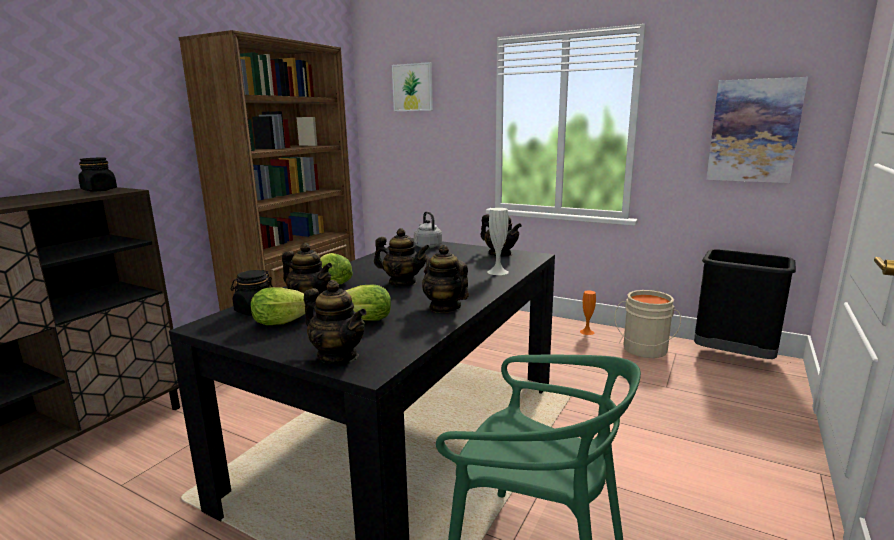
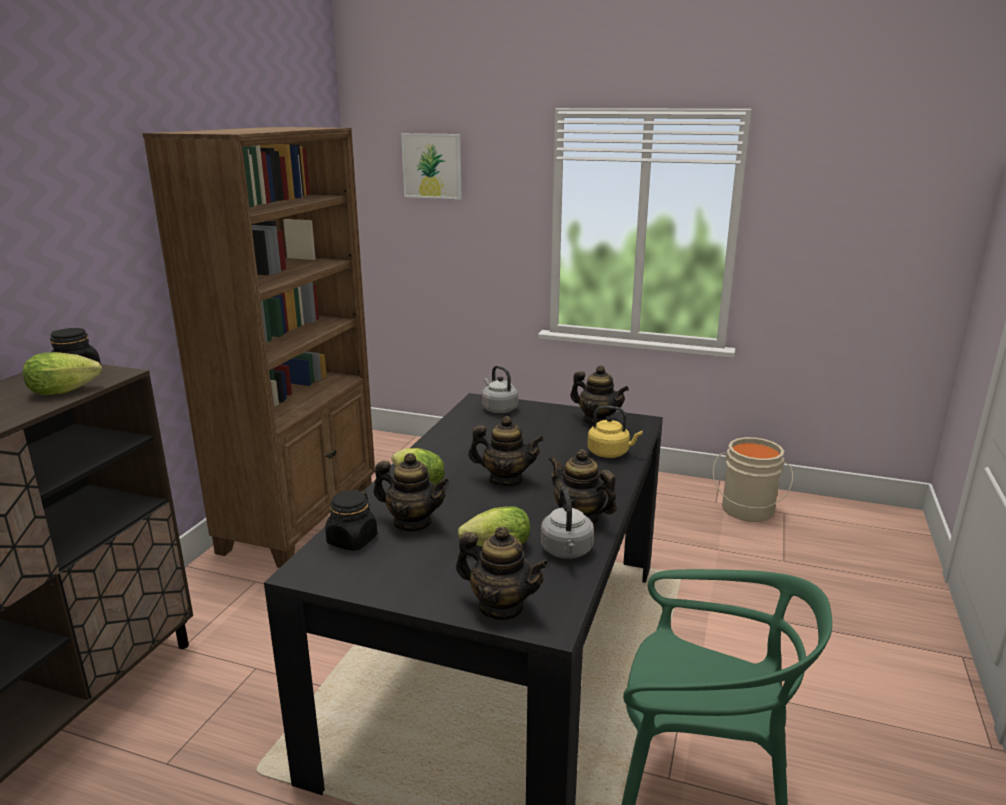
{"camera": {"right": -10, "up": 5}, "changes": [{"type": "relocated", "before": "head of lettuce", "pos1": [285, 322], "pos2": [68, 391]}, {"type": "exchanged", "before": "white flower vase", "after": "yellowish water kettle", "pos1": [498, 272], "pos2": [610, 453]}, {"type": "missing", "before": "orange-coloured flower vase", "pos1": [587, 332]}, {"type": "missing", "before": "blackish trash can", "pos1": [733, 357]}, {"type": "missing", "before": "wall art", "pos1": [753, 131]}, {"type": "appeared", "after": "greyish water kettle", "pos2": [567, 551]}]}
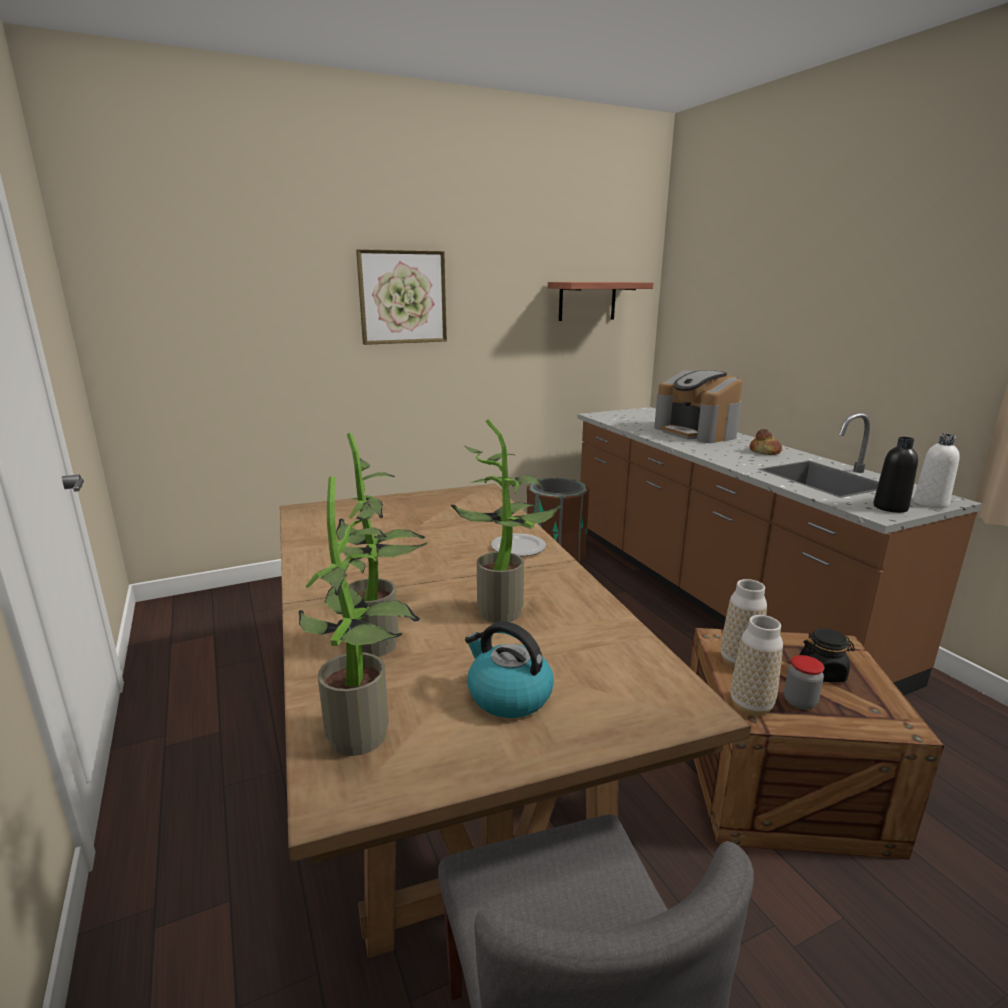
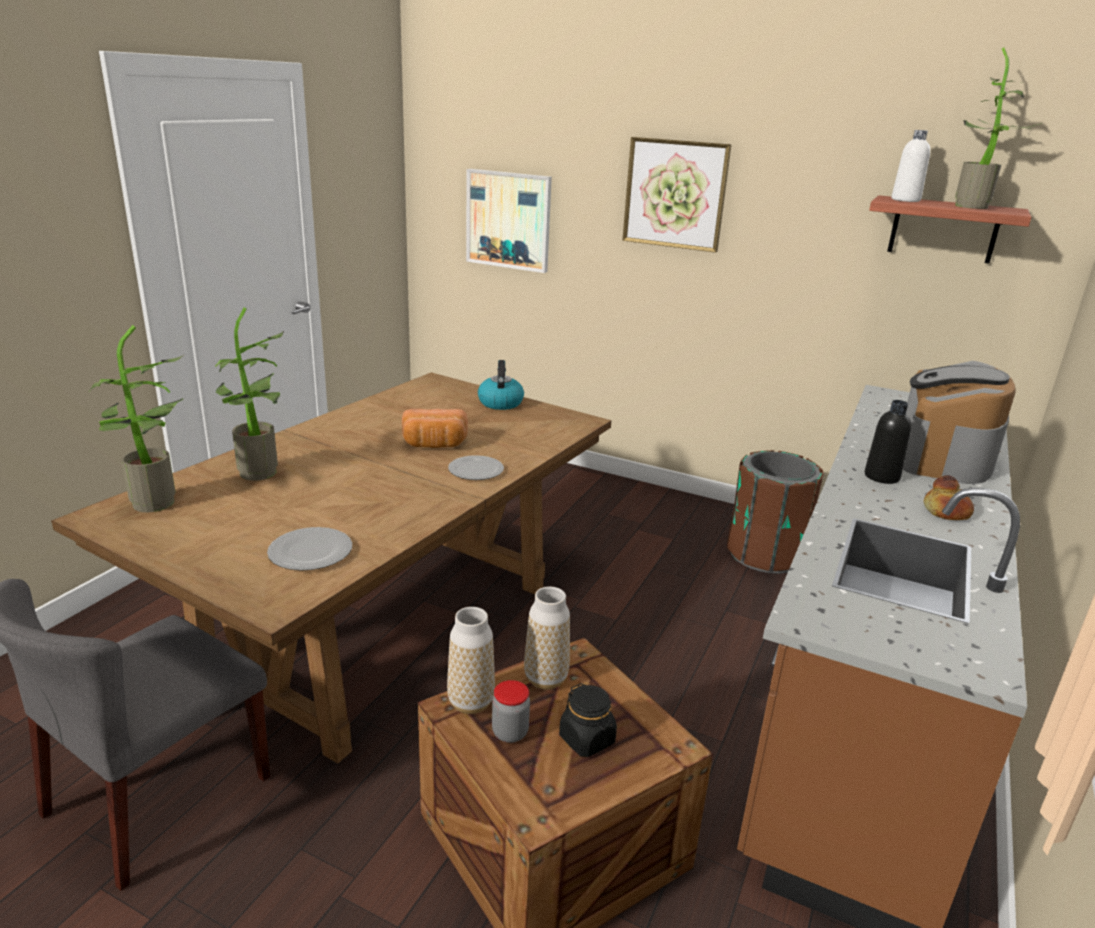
{"camera": {"right": 50, "up": 5}, "changes": [{"type": "relocated", "before": "houseplant", "pos1": [505, 609], "pos2": [976, 207]}, {"type": "relocated", "before": "water kettle", "pos1": [508, 695], "pos2": [500, 402]}, {"type": "relocated", "before": "blackish bottle", "pos1": [890, 507], "pos2": [881, 477]}, {"type": "relocated", "before": "white bottle", "pos1": [930, 503], "pos2": [905, 200]}, {"type": "appeared", "after": "dinner plate", "pos2": [312, 552]}, {"type": "appeared", "after": "bakery bread", "pos2": [434, 445]}, {"type": "appeared", "after": "wall art", "pos2": [508, 220]}]}
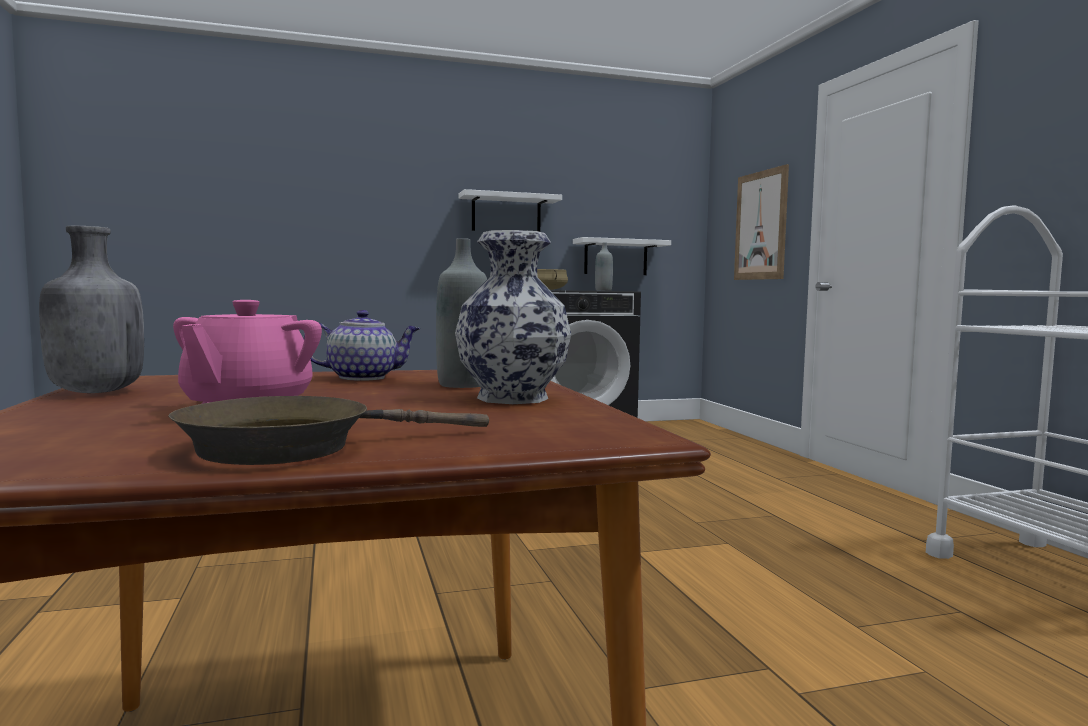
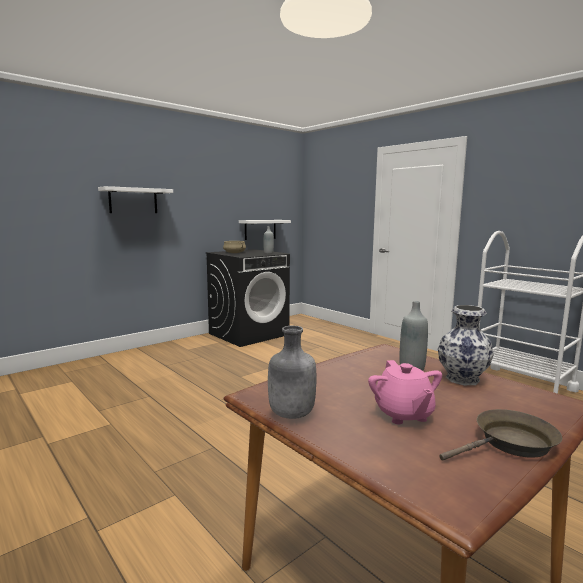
{"camera": {"right": -25, "up": 5}, "changes": [{"type": "spun", "before": "brown pan", "pos1": [293, 447], "pos2": [510, 443], "turn": -150}, {"type": "missing", "before": "tea pot", "pos1": [363, 377]}, {"type": "relocated", "before": "white bracket shelf", "pos1": [506, 213], "pos2": [133, 200]}, {"type": "missing", "before": "wall art", "pos1": [760, 225]}]}
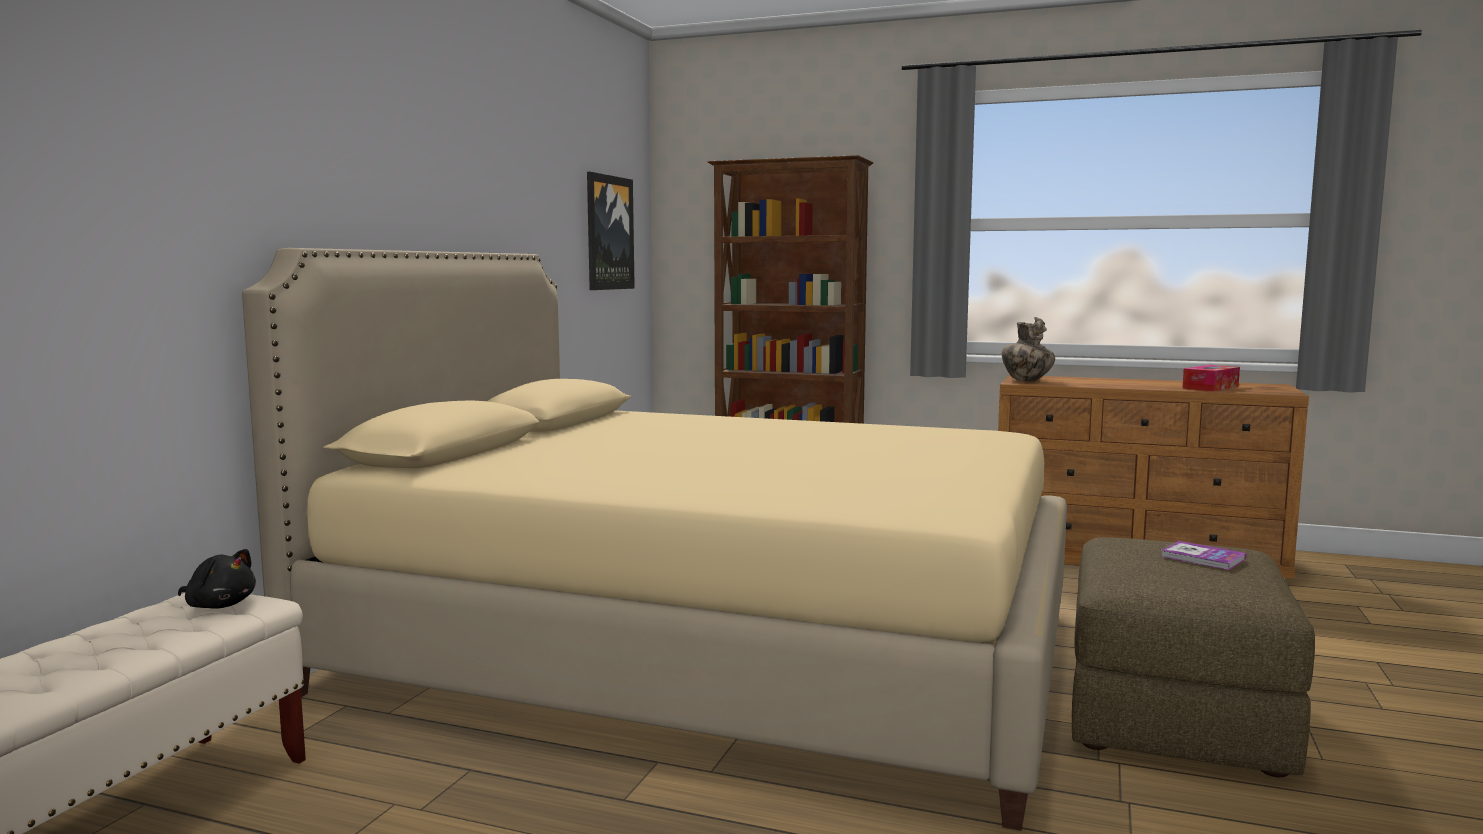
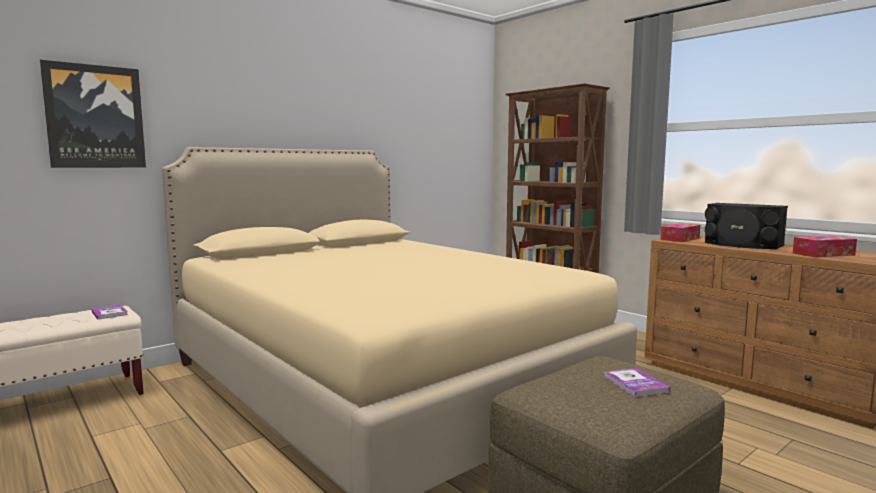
{"camera": {"right": 30, "up": 0}, "changes": [{"type": "exchanged", "before": "blackish soft toy", "after": "book", "pos1": [219, 605], "pos2": [109, 313]}, {"type": "relocated", "before": "wall art", "pos1": [608, 233], "pos2": [95, 117]}, {"type": "exchanged", "before": "flower vase", "after": "box of tissues", "pos1": [1026, 380], "pos2": [680, 239]}, {"type": "appeared", "after": "blackish audio speaker", "pos2": [742, 244]}]}
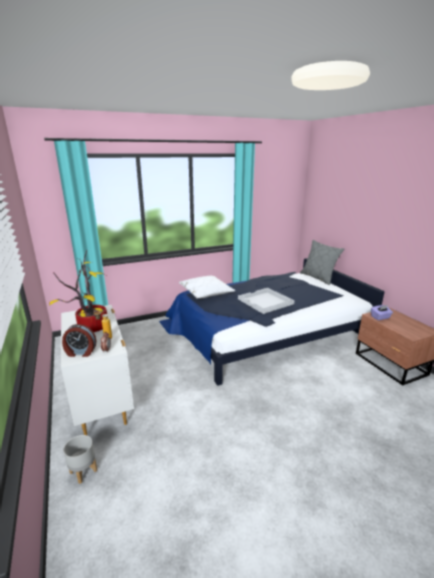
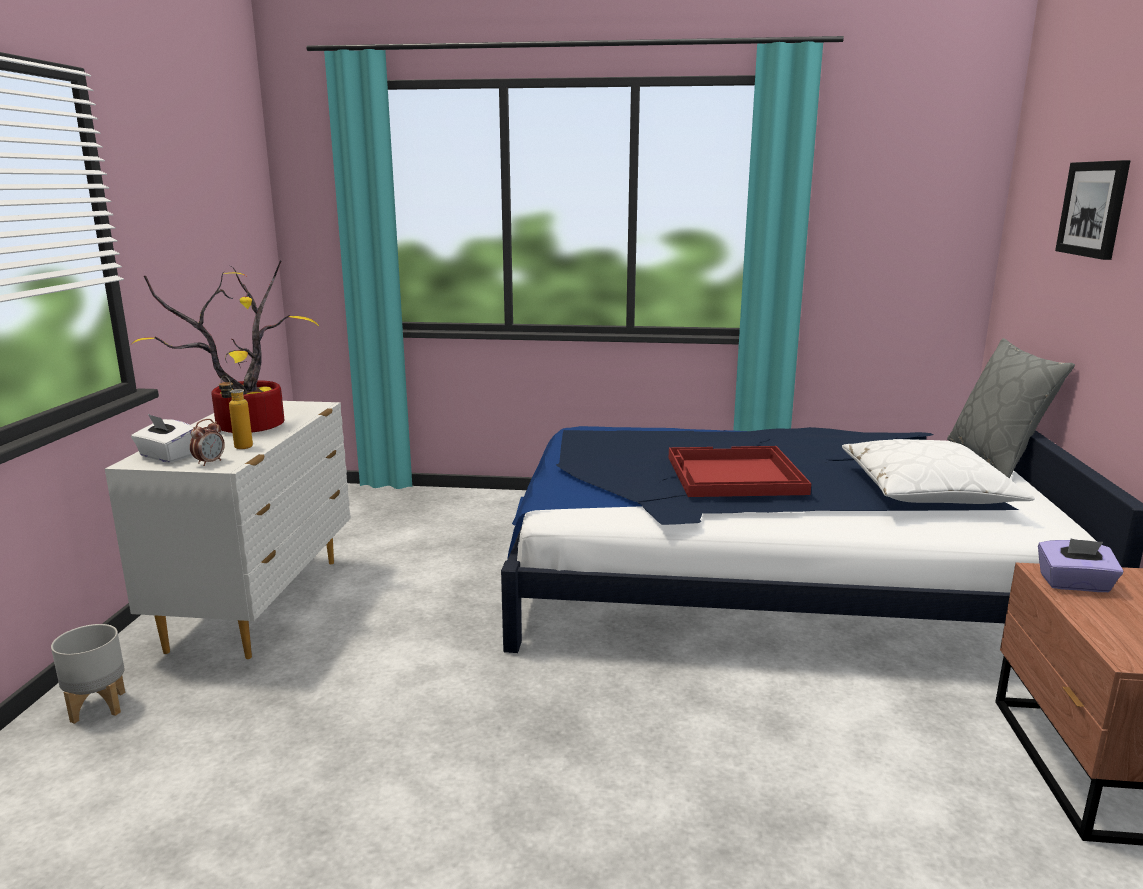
{"camera": {"right": 30, "up": -5}, "changes": [{"type": "exchanged", "before": "table clock", "after": "white box of tissues", "pos1": [80, 352], "pos2": [166, 456]}, {"type": "relocated", "before": "white cushion", "pos1": [206, 292], "pos2": [927, 491]}, {"type": "colour", "before": "white tray", "after": "reddish tray", "pos1": [265, 301], "pos2": [734, 475]}, {"type": "appeared", "after": "wall art", "pos2": [1094, 209]}]}
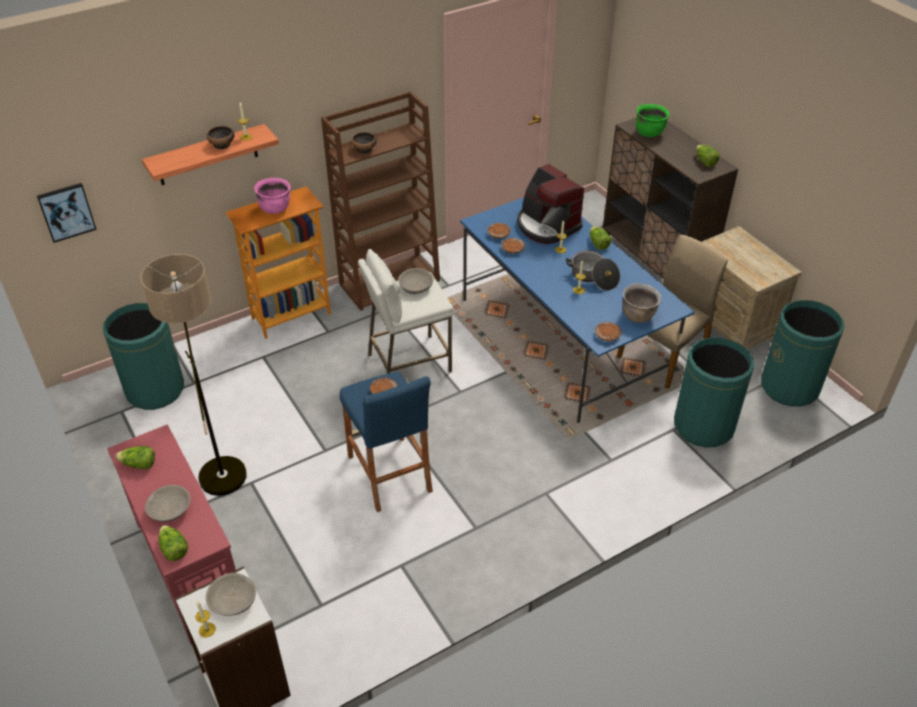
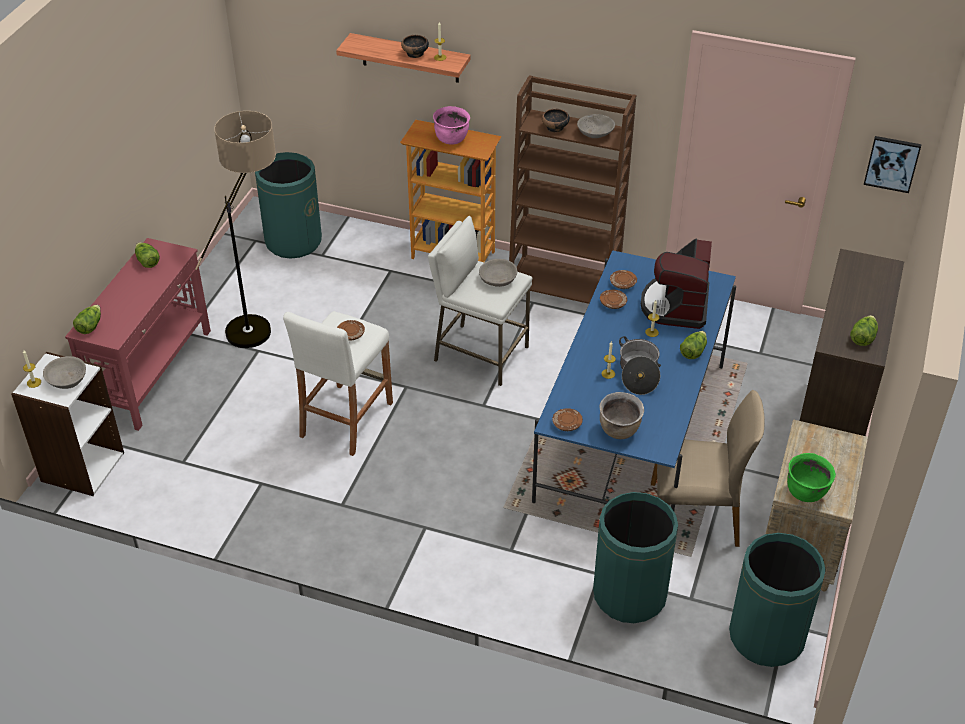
{"camera": {"right": 50, "up": 0}, "changes": [{"type": "relocated", "before": "wall art", "pos1": [66, 212], "pos2": [892, 163]}, {"type": "relocated", "before": "greyish bowl", "pos1": [170, 510], "pos2": [595, 133]}, {"type": "colour", "before": "blue-coloured stool seat", "after": "white stool seat", "pos1": [389, 473], "pos2": [346, 419]}, {"type": "relocated", "before": "greenish cooking pot", "pos1": [649, 133], "pos2": [806, 492]}]}
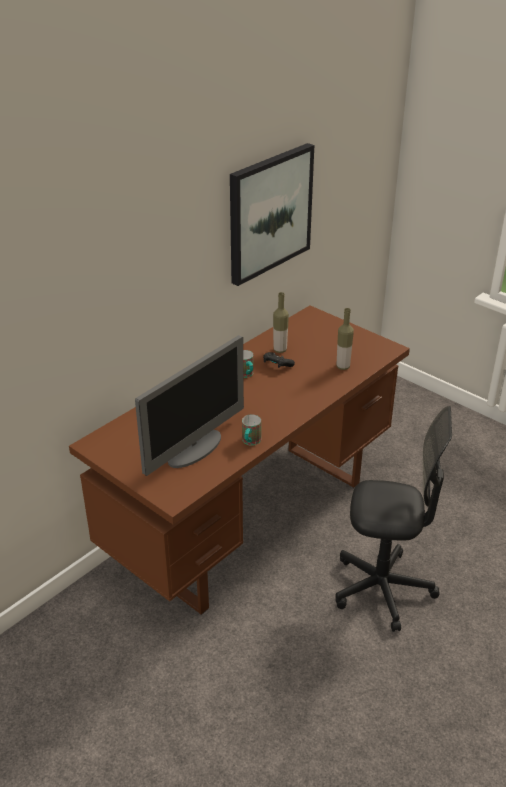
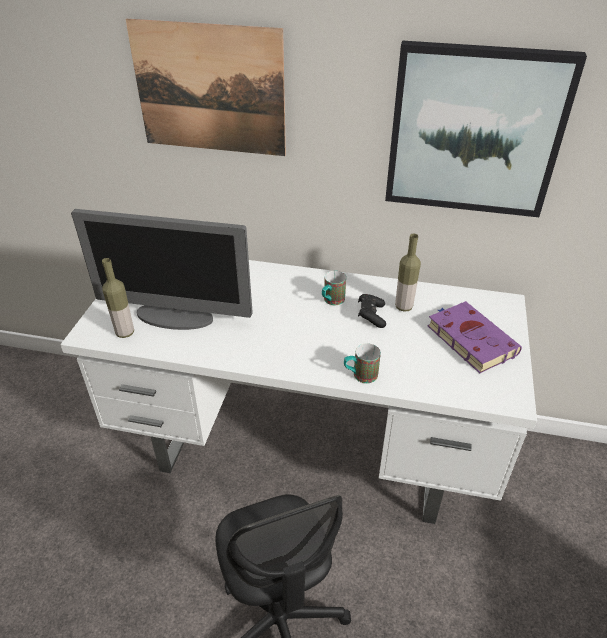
{"camera": {"right": 60, "up": 5}, "changes": [{"type": "colour", "before": "brown desk", "after": "white desk", "pos1": [252, 520], "pos2": [304, 452]}, {"type": "relocated", "before": "mug", "pos1": [250, 442], "pos2": [360, 375]}, {"type": "relocated", "before": "bottle", "pos1": [343, 367], "pos2": [125, 333]}, {"type": "appeared", "after": "wall art", "pos2": [209, 89]}, {"type": "appeared", "after": "purple-coloured book", "pos2": [469, 339]}]}
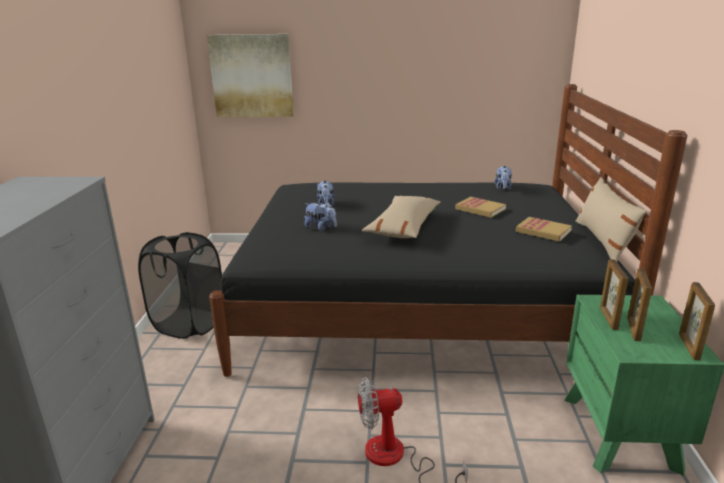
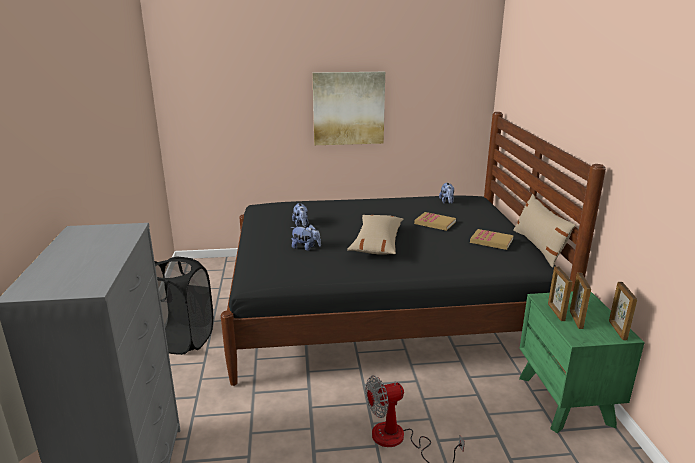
{"camera": {"right": -10, "up": 0}, "changes": [{"type": "relocated", "before": "wall art", "pos1": [252, 76], "pos2": [348, 108]}]}
